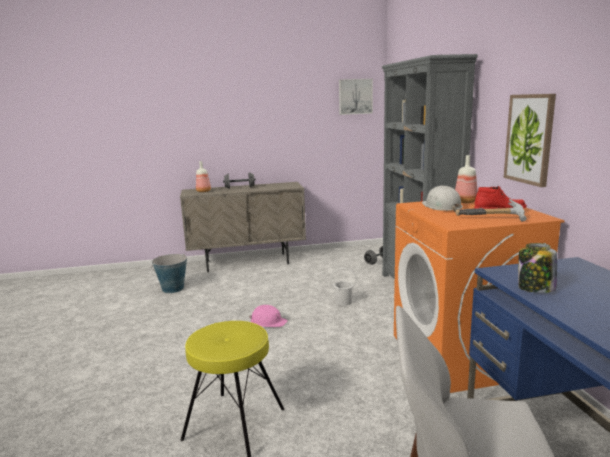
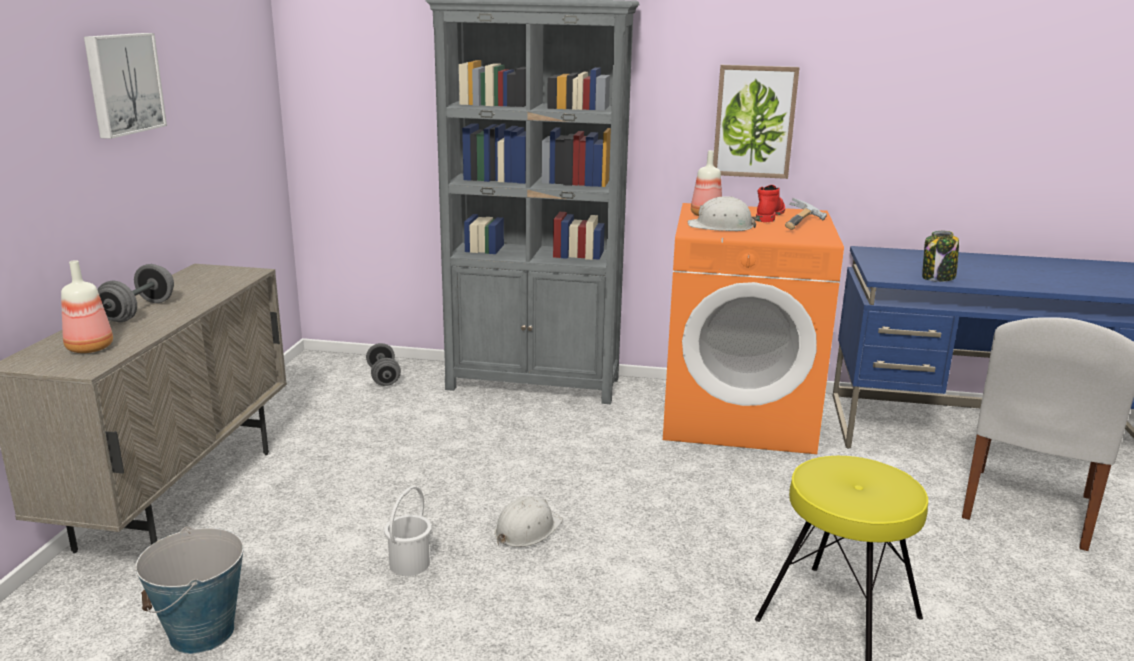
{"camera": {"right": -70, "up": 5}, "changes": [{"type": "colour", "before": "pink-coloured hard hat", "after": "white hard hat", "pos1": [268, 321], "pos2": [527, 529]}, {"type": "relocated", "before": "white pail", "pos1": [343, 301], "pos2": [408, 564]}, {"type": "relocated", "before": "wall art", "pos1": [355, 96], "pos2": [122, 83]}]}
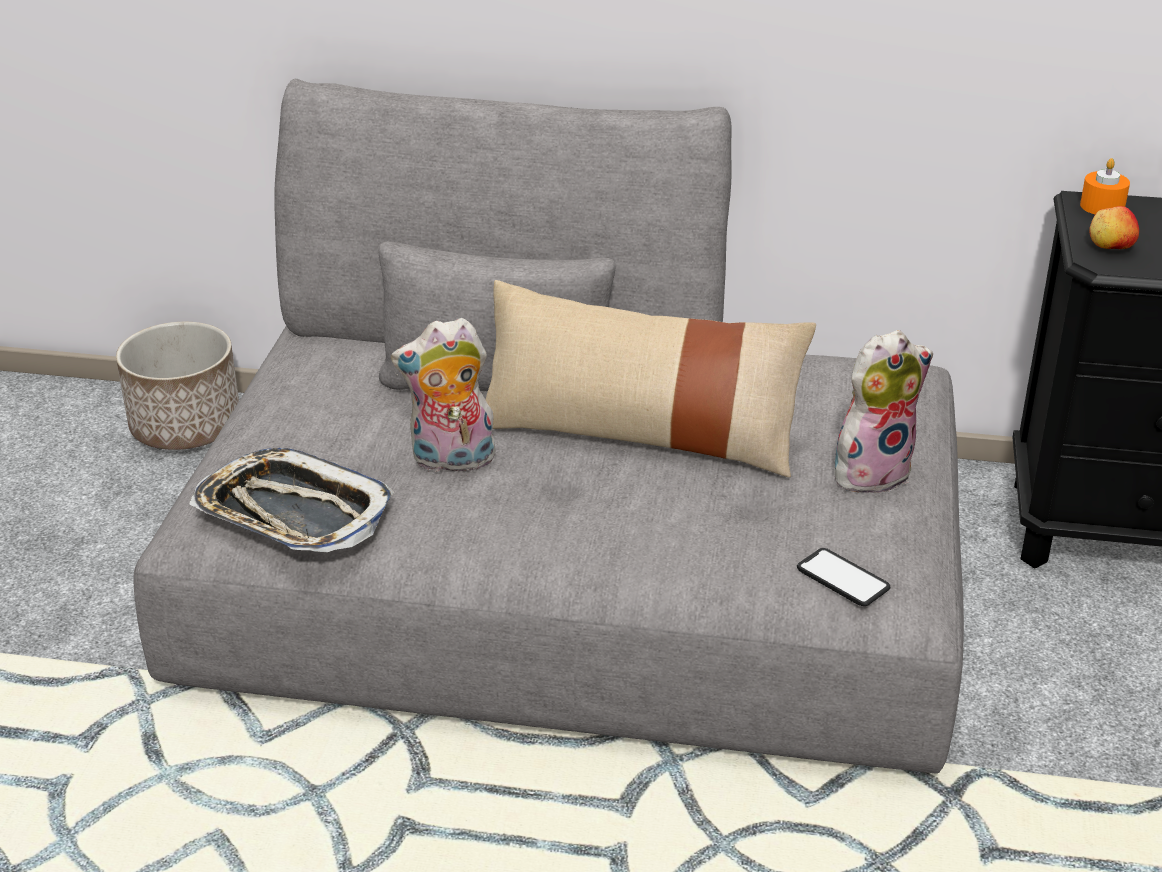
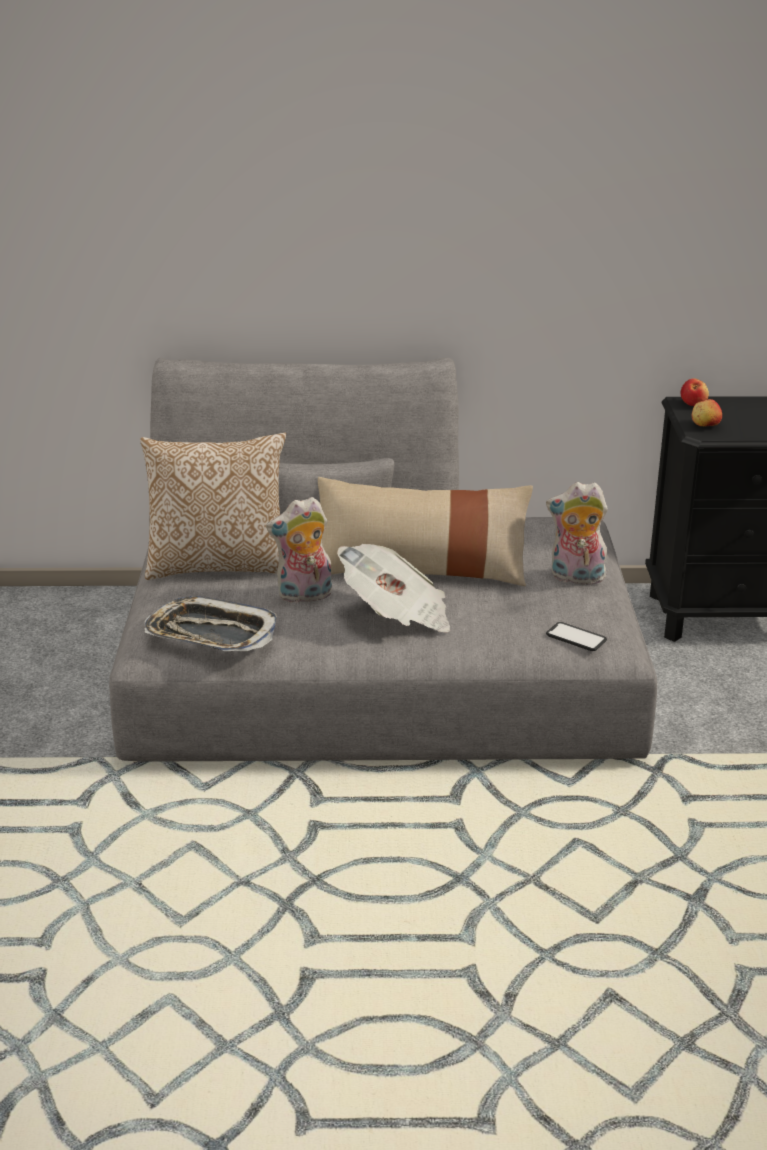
{"camera": {"right": -10, "up": -5}, "changes": [{"type": "missing", "before": "flower pot", "pos1": [187, 426]}, {"type": "spun", "before": "soft toy", "pos1": [871, 471], "pos2": [575, 578], "turn": -135}, {"type": "exchanged", "before": "orange-coloured wax candle", "after": "apple fruit", "pos1": [1102, 206], "pos2": [693, 403]}, {"type": "appeared", "after": "cushion", "pos2": [219, 566]}, {"type": "appeared", "after": "printed paper", "pos2": [397, 615]}]}
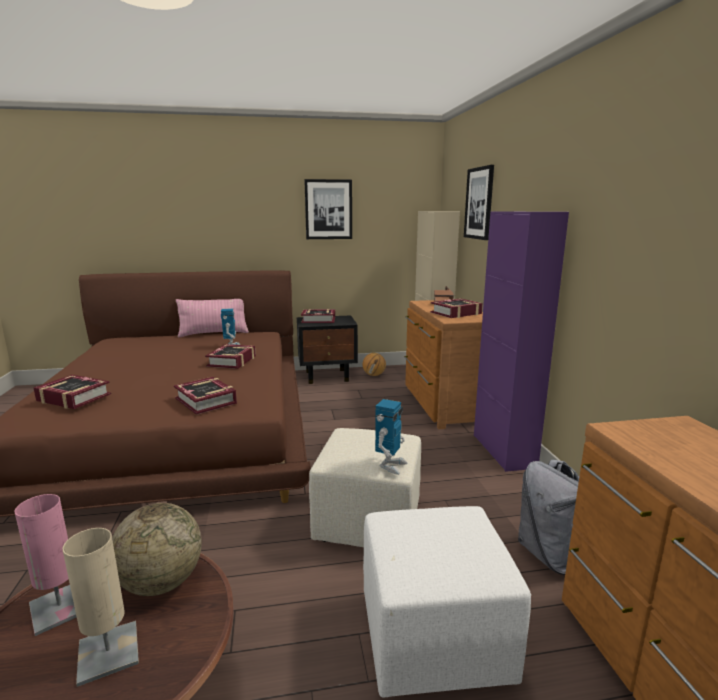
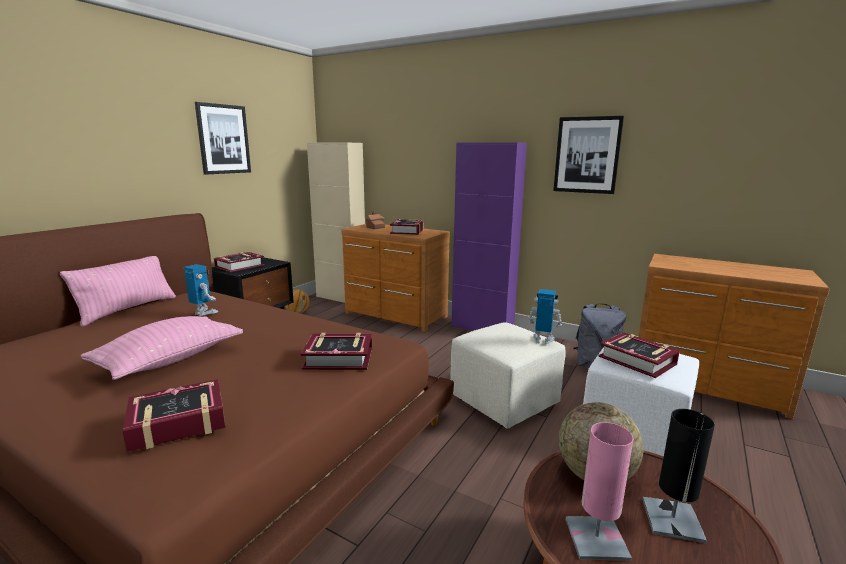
{"camera": {"right": -50, "up": 0}, "changes": [{"type": "colour", "before": "beige table lamp", "after": "blackish table lamp", "pos1": [108, 653], "pos2": [672, 520]}, {"type": "relocated", "before": "book", "pos1": [232, 361], "pos2": [637, 360]}, {"type": "spun", "before": "model robot", "pos1": [390, 465], "pos2": [543, 340], "turn": -45}, {"type": "relocated", "before": "wall art", "pos1": [479, 203], "pos2": [587, 155]}, {"type": "appeared", "after": "pink-coloured cushion", "pos2": [170, 360]}]}
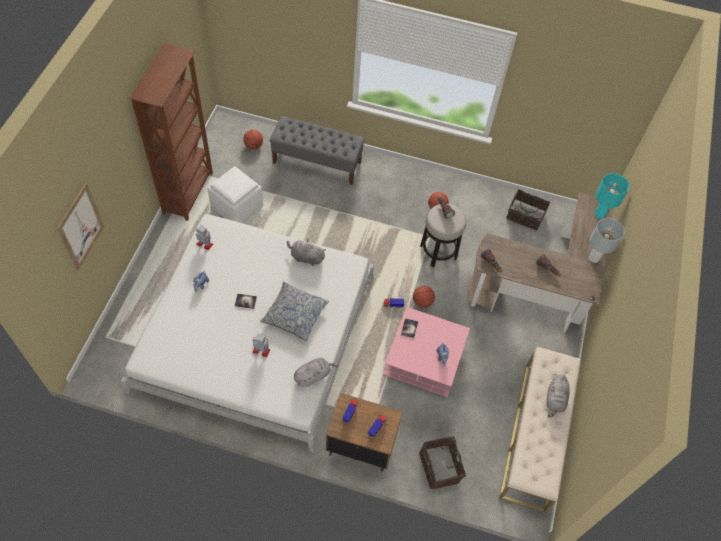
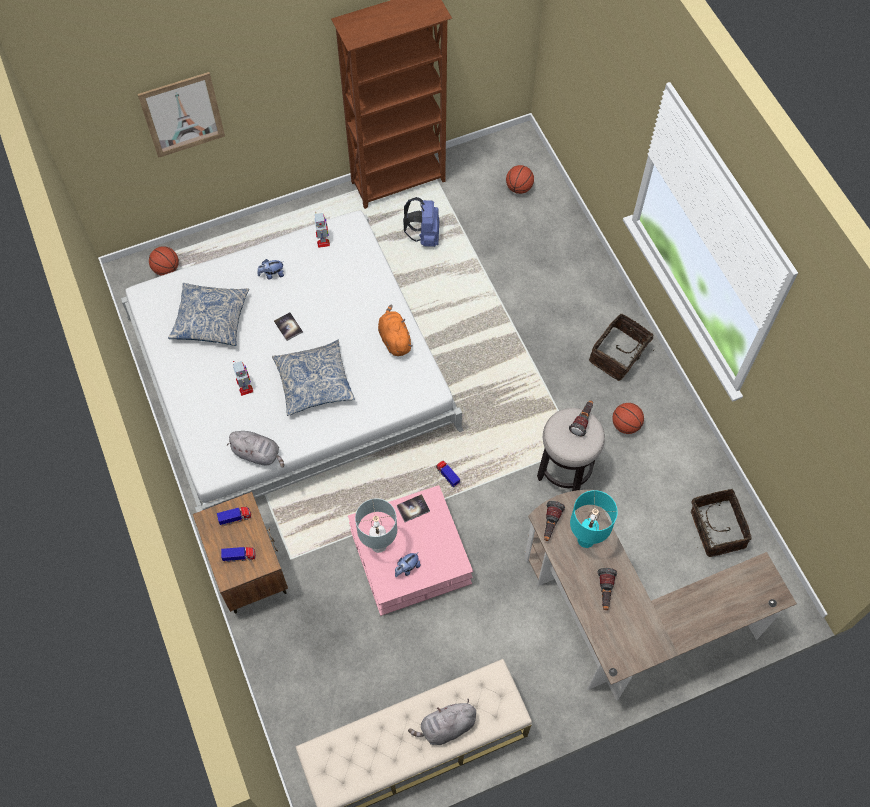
{"camera": {"right": 55, "up": 5}, "changes": [{"type": "exchanged", "before": "white footrest", "after": "blue-coloured rucksack", "pos1": [236, 207], "pos2": [424, 236]}, {"type": "missing", "before": "greyish bench", "pos1": [317, 162]}, {"type": "colour", "before": "greyish soft toy", "after": "orange-coloured soft toy", "pos1": [306, 257], "pos2": [394, 339]}, {"type": "relocated", "before": "ball for basketball", "pos1": [422, 302], "pos2": [166, 269]}, {"type": "relocated", "before": "household basket", "pos1": [441, 467], "pos2": [618, 355]}, {"type": "relocated", "before": "greyish table lamp", "pos1": [594, 258], "pos2": [378, 545]}, {"type": "relocated", "before": "turquoise table lamp", "pos1": [599, 214], "pos2": [585, 540]}, {"type": "appeared", "after": "cushion", "pos2": [210, 319]}]}
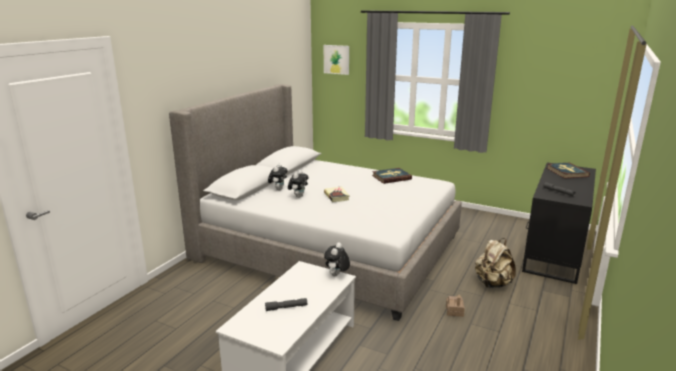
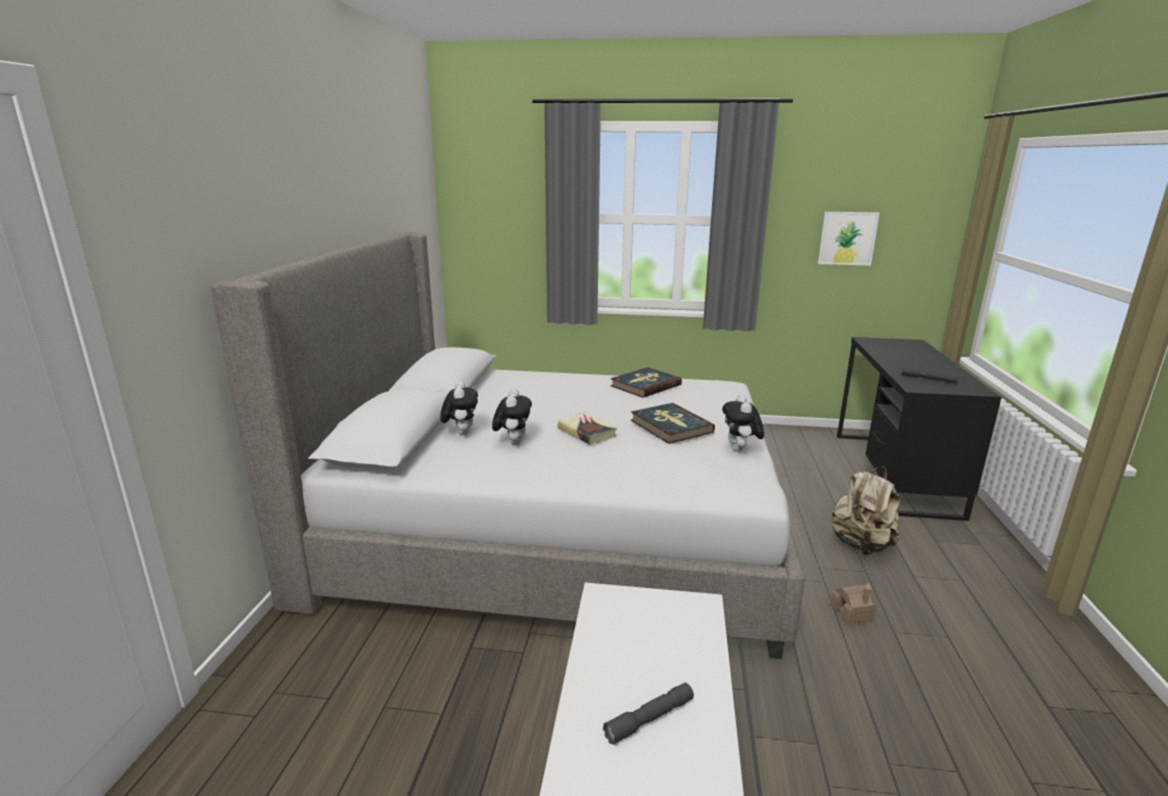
{"camera": {"right": -20, "up": 0}, "changes": [{"type": "relocated", "before": "wall art", "pos1": [336, 59], "pos2": [847, 238]}, {"type": "relocated", "before": "soft toy", "pos1": [337, 275], "pos2": [740, 450]}, {"type": "relocated", "before": "book", "pos1": [566, 172], "pos2": [670, 426]}]}
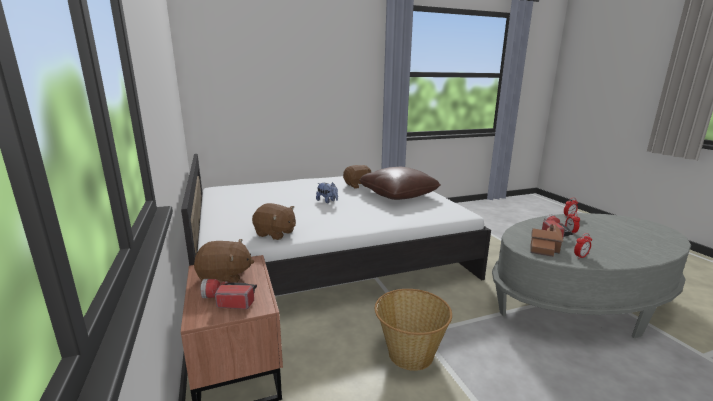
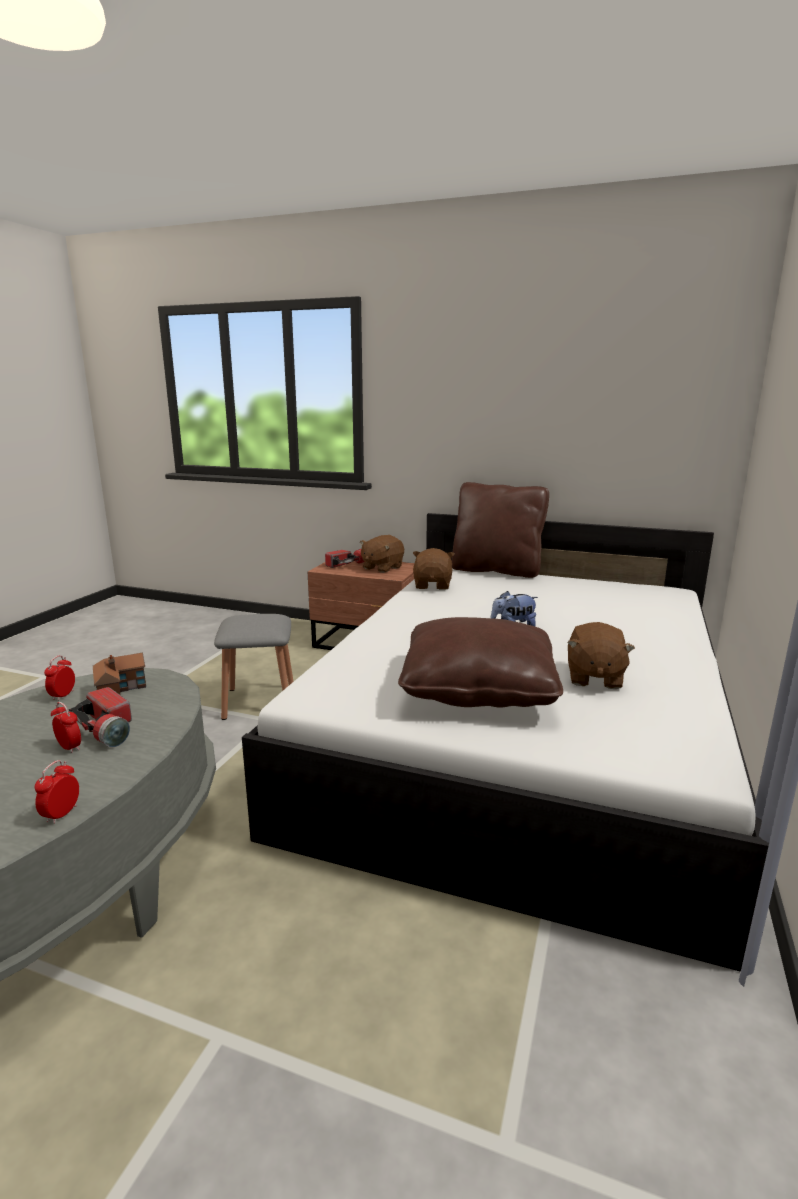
{"camera": {"right": 130, "up": 0}, "changes": [{"type": "spun", "before": "brown soft toy", "pos1": [275, 233], "pos2": [433, 585], "turn": 120}, {"type": "exchanged", "before": "household basket", "after": "greyish stool seat", "pos1": [410, 353], "pos2": [259, 702]}, {"type": "appeared", "after": "brown cushion", "pos2": [496, 570]}]}
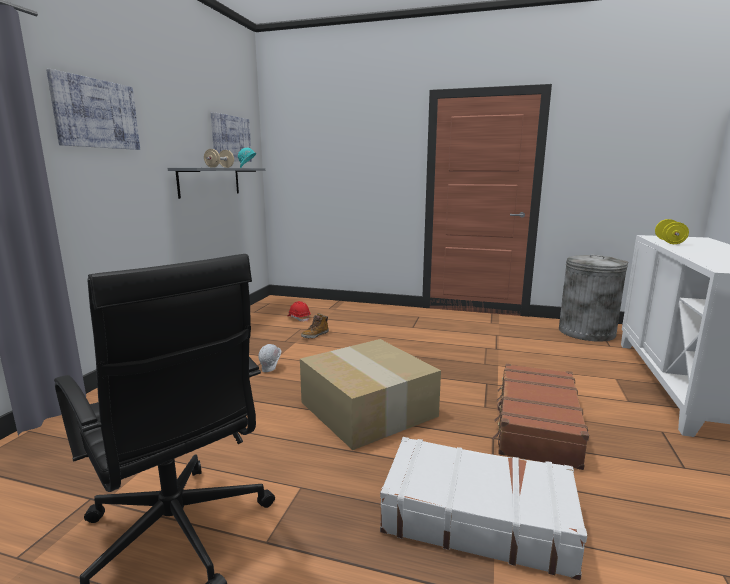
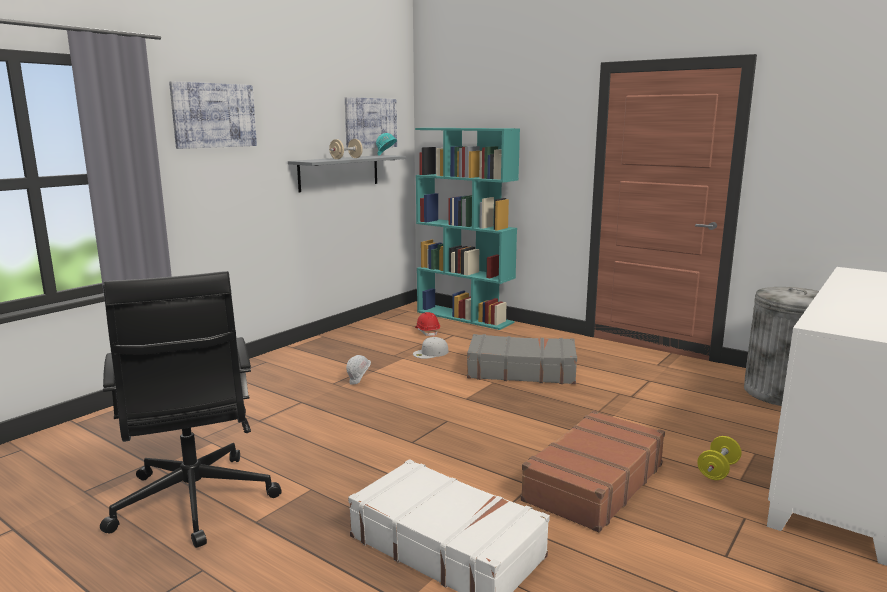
{"camera": {"right": 20, "up": 0}, "changes": [{"type": "missing", "before": "carton", "pos1": [365, 409]}, {"type": "exchanged", "before": "high-top boot", "after": "white baseball cap", "pos1": [315, 335], "pos2": [430, 353]}, {"type": "relocated", "before": "yellowish hand weight", "pos1": [669, 242], "pos2": [718, 470]}, {"type": "appeared", "after": "turquoise bookshelf", "pos2": [465, 317]}, {"type": "appeared", "after": "greyish piece of luggage", "pos2": [521, 371]}]}
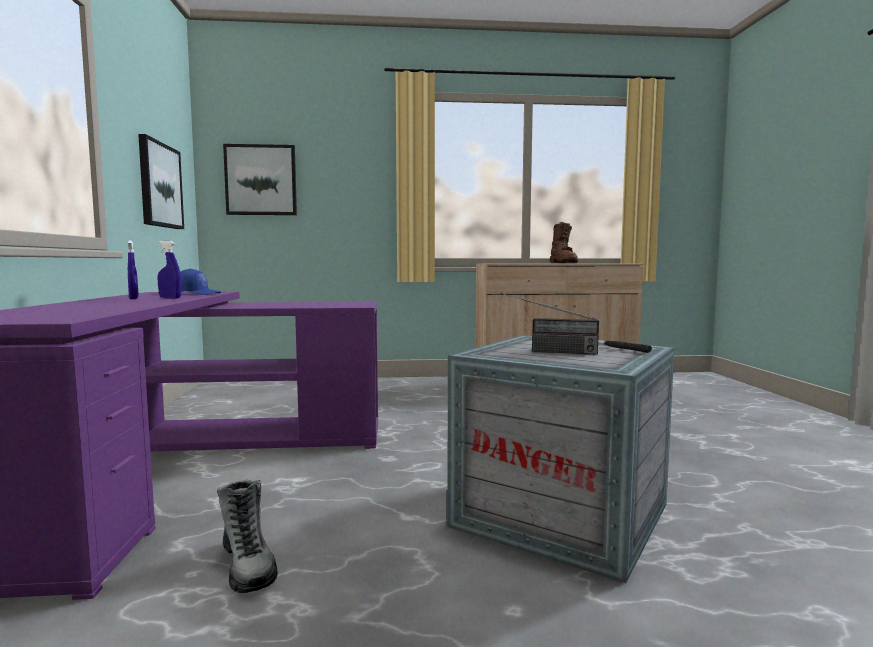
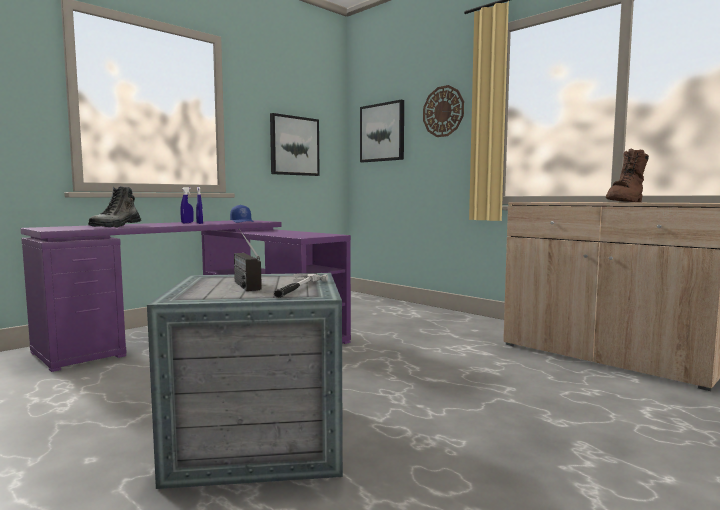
{"camera": {"right": 50, "up": 0}, "changes": [{"type": "relocated", "before": "high-top boot", "pos1": [248, 566], "pos2": [116, 226]}, {"type": "appeared", "after": "hanging clock", "pos2": [443, 111]}]}
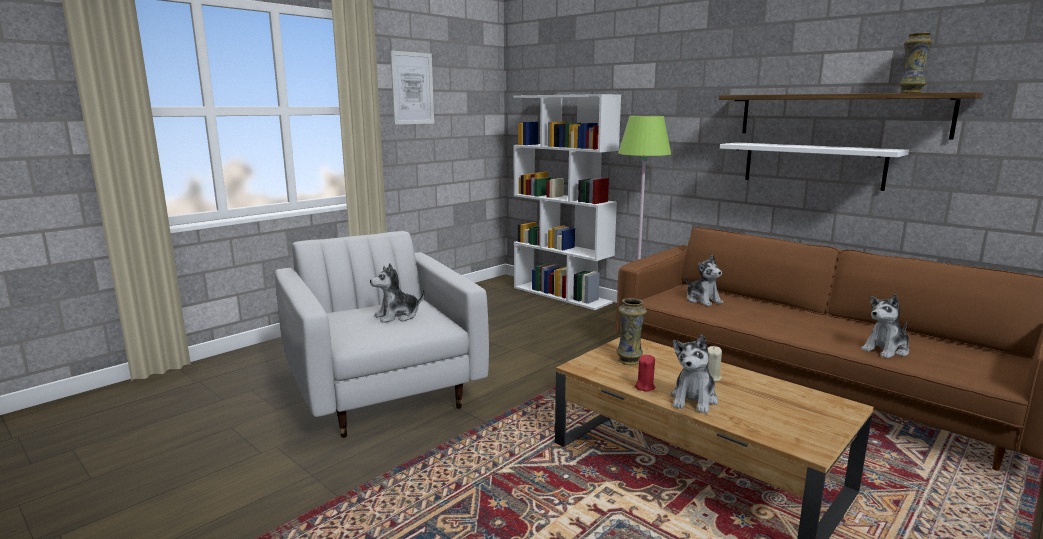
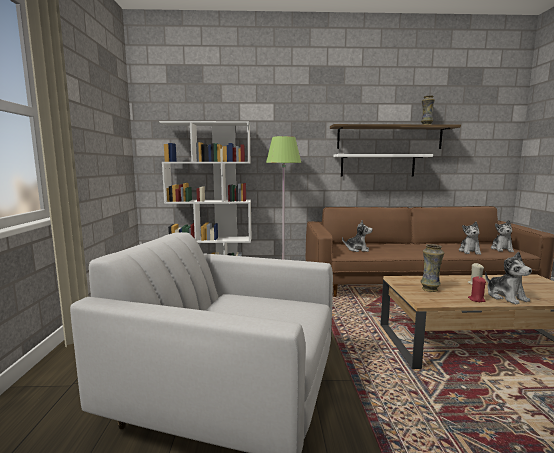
{"camera": {"right": -45, "up": -5}, "changes": [{"type": "relocated", "before": "soft toy", "pos1": [397, 316], "pos2": [502, 249]}, {"type": "missing", "before": "wall art", "pos1": [412, 88]}]}
